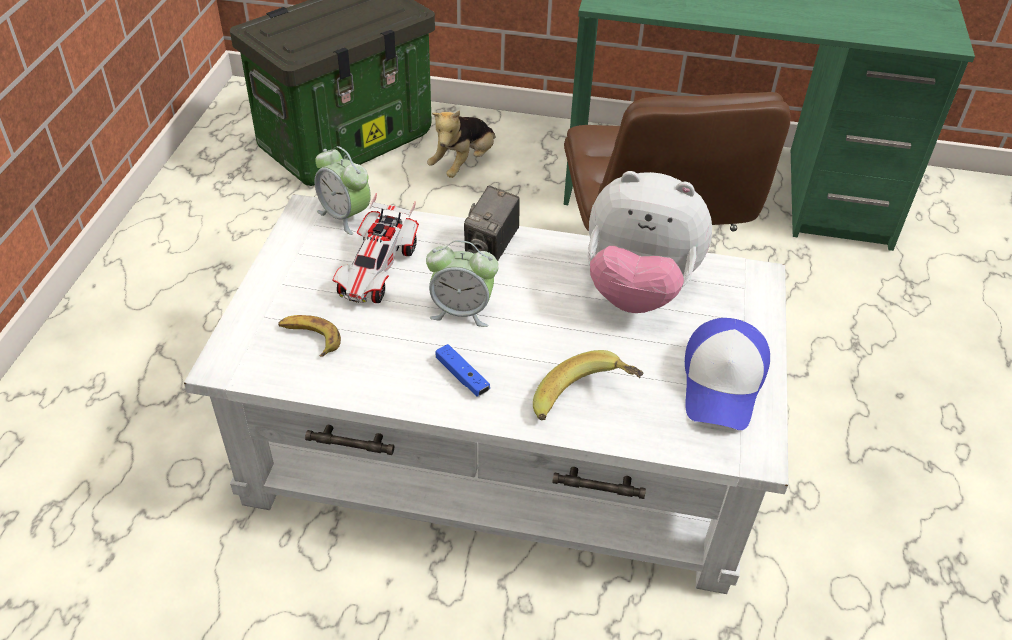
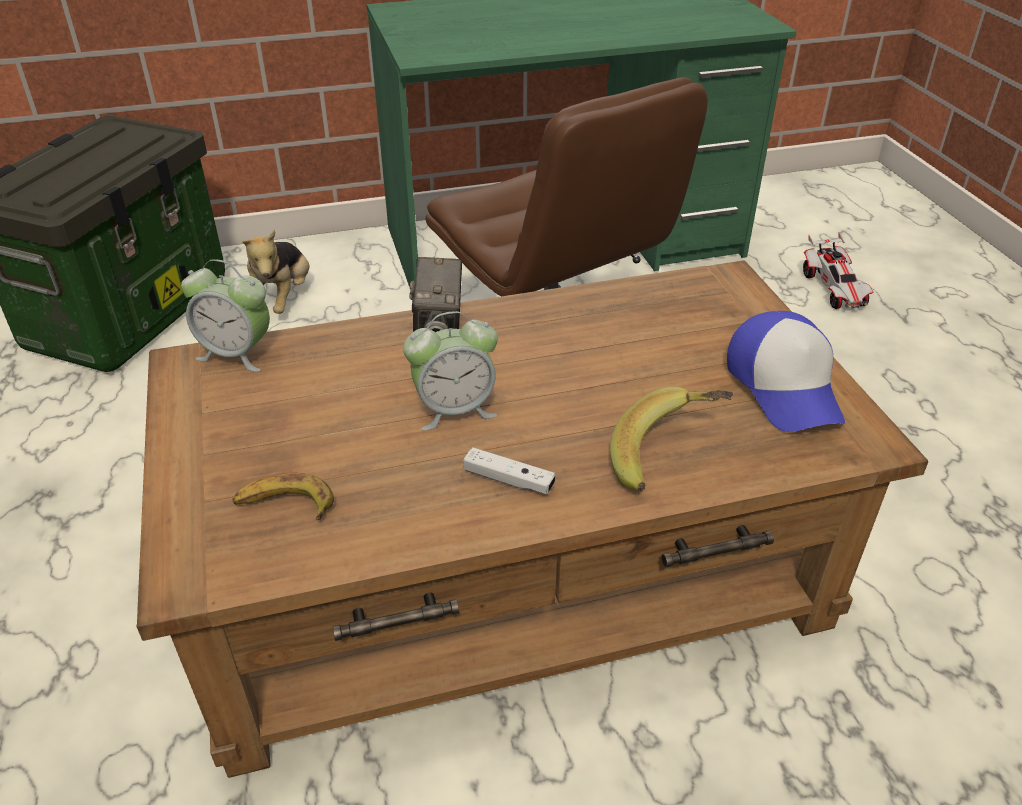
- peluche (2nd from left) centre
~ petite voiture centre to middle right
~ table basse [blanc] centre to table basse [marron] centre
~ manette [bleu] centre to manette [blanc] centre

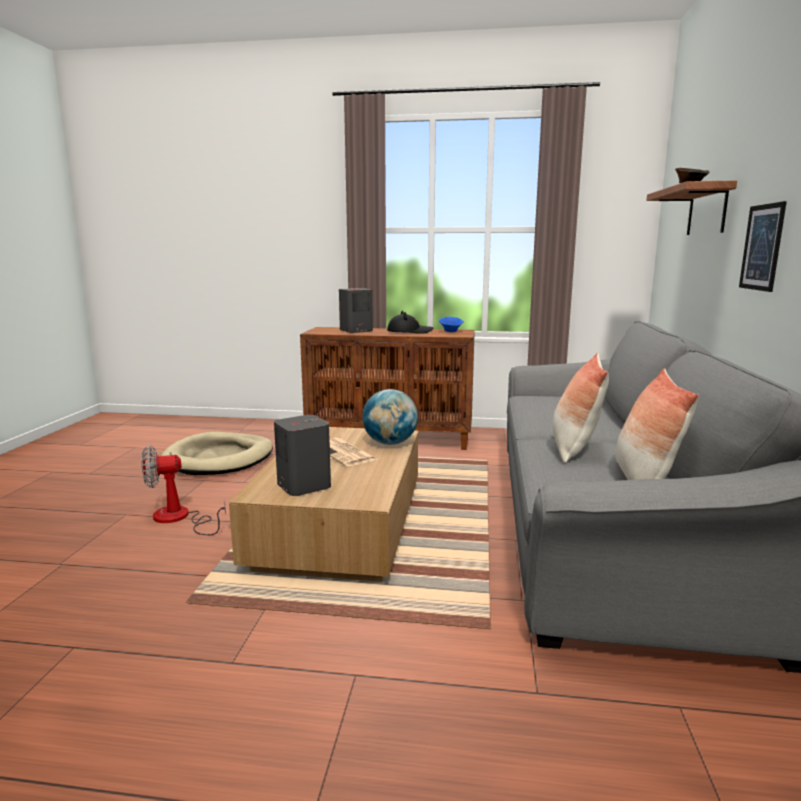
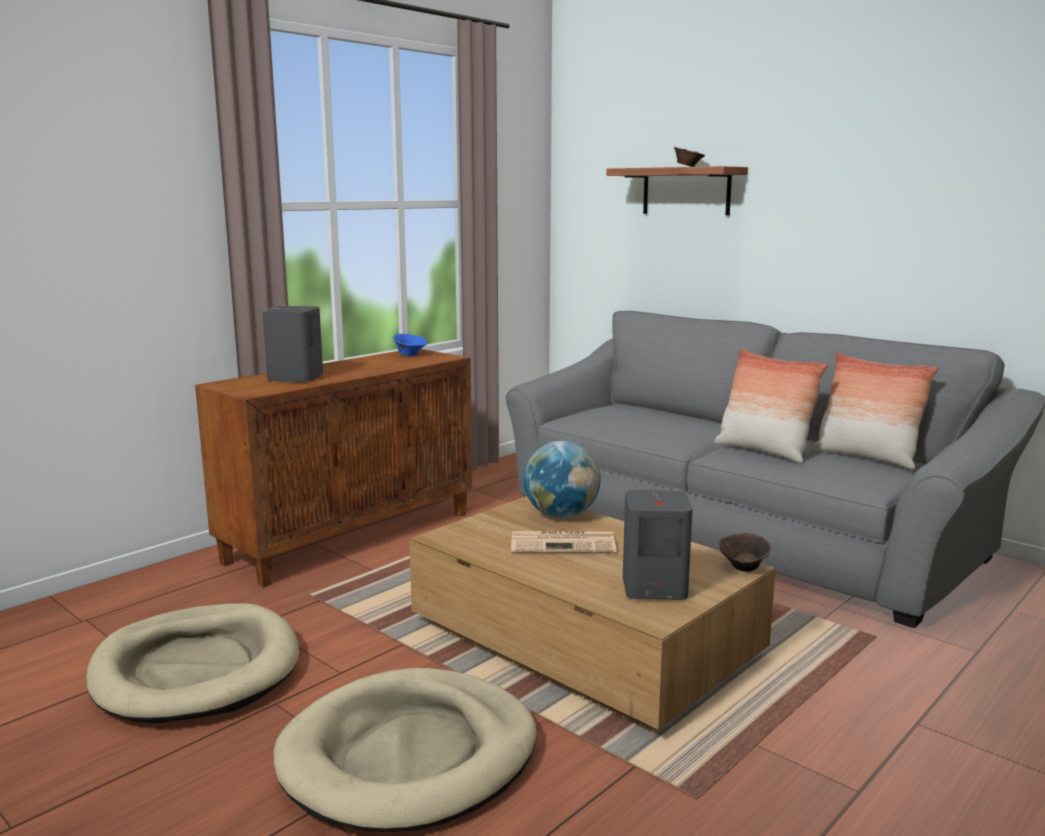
- tableau top right
- chapeau [noir] centre
~ ventilateur middle left to panier pour chien [beige] (2nd from left) bottom centre
+ bol [marron] (2nd from left) middle right

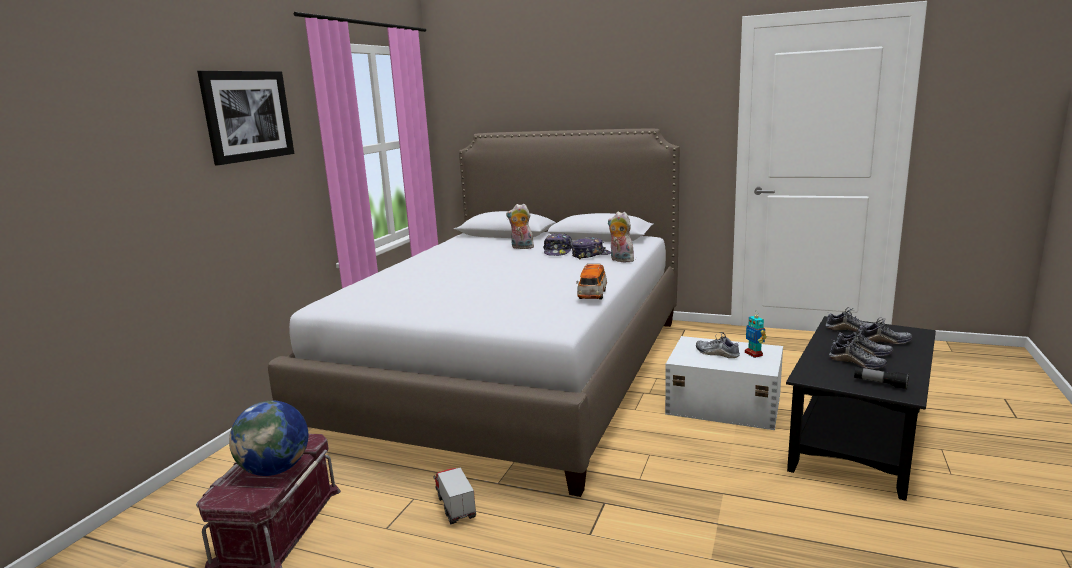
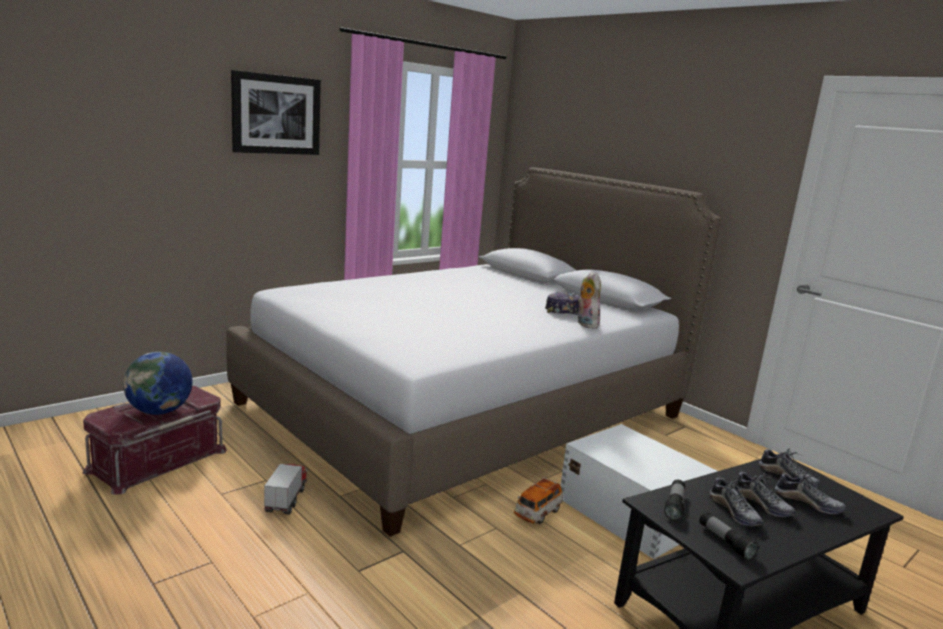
- peluche (1st from left) centre
- casquette (1st from left) centre
~ petite voiture centre to bottom centre
- robot jouet middle right
- chaussure (1st from left) middle right
+ lampe de poche (1st from left) bottom right

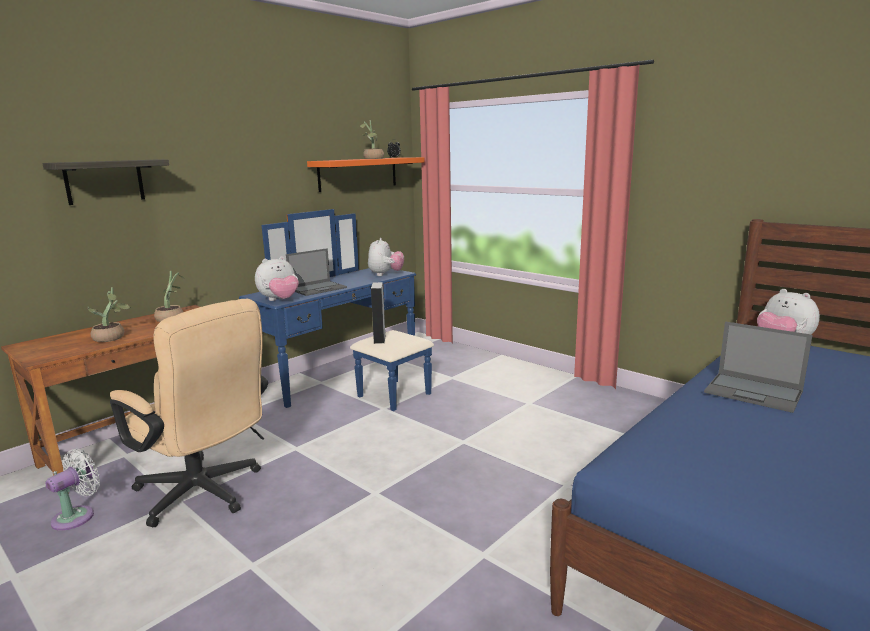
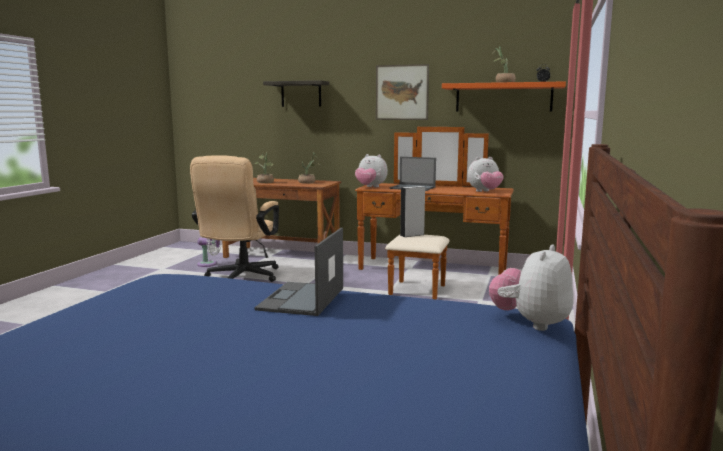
~ commode [bleu] centre to commode [marron] centre
+ tableau top centre

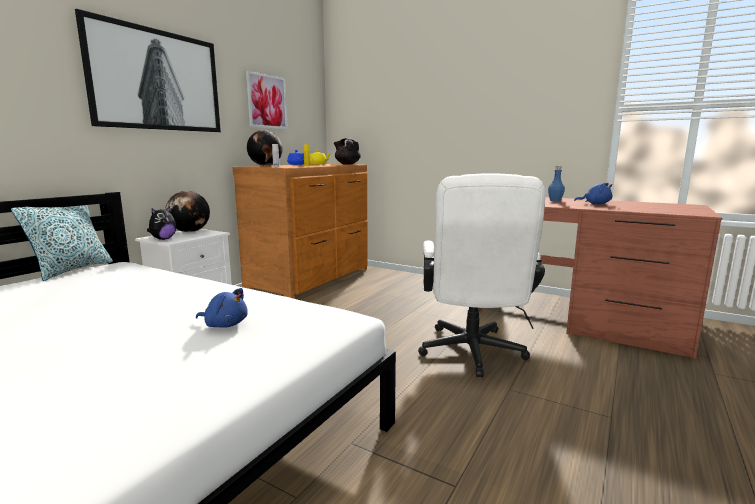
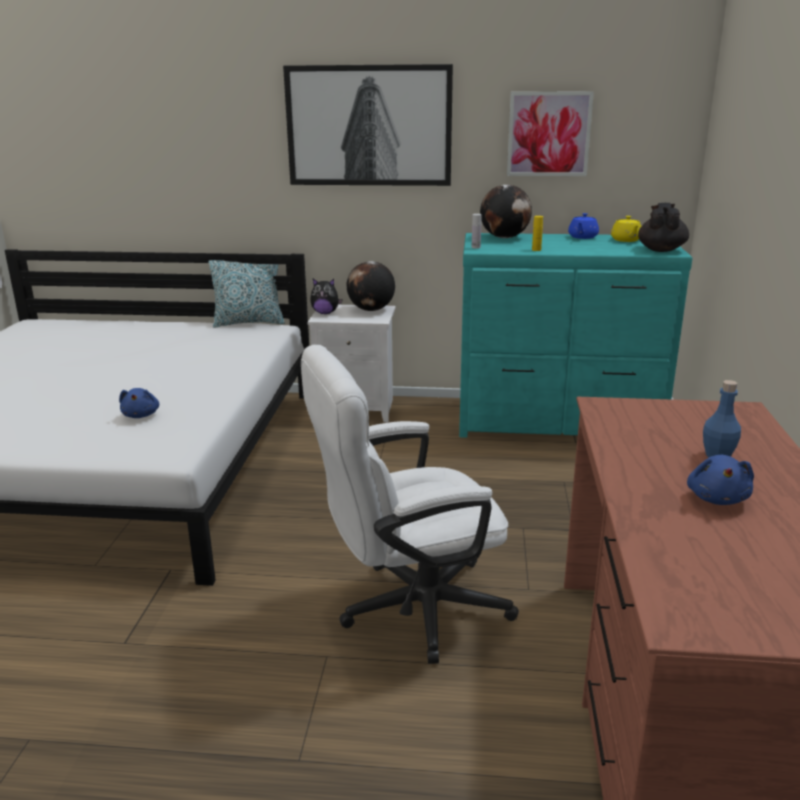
~ commode [marron] centre to commode [turquoise] middle right

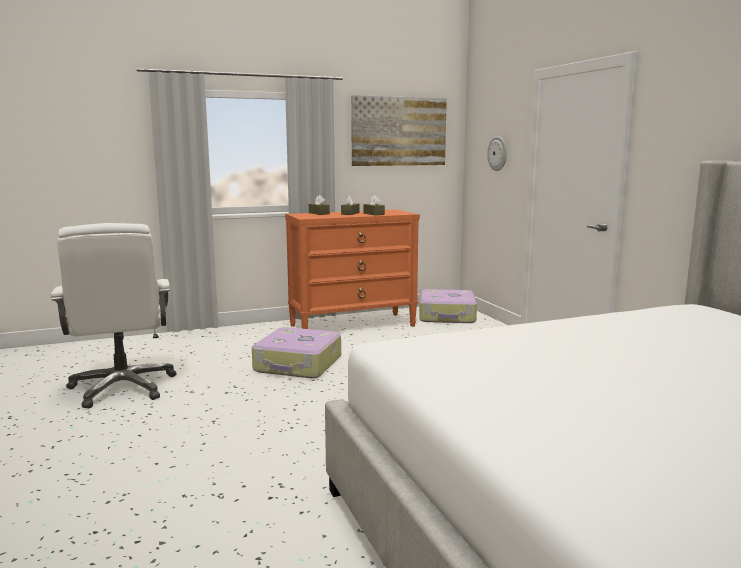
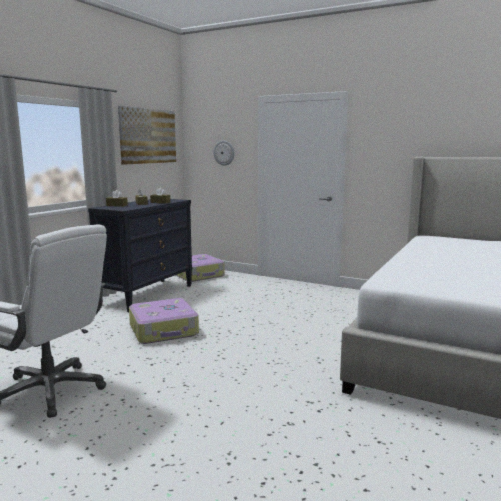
~ commode [orange] centre to commode [noir] middle left

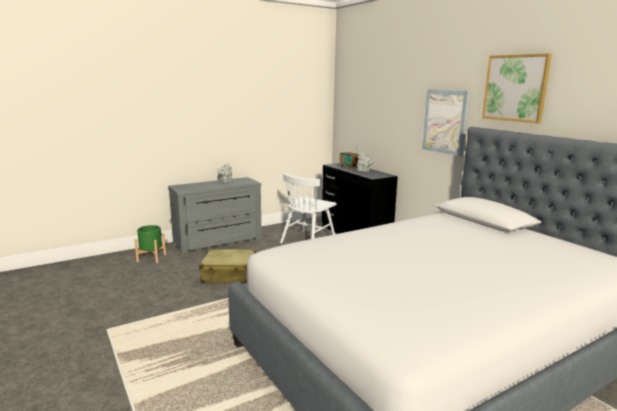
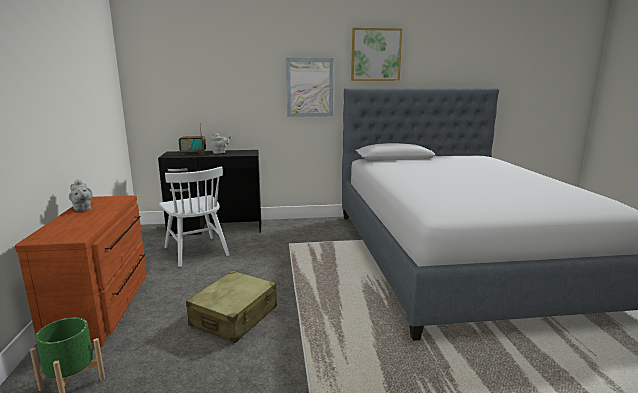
~ commode [gris] centre to commode [marron] bottom left

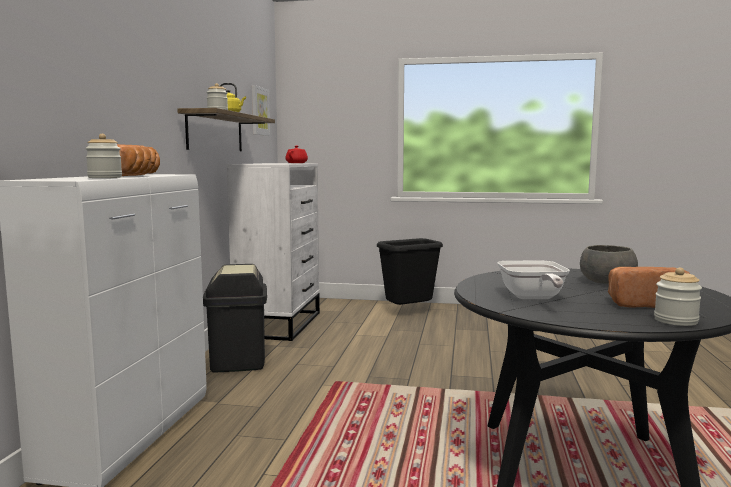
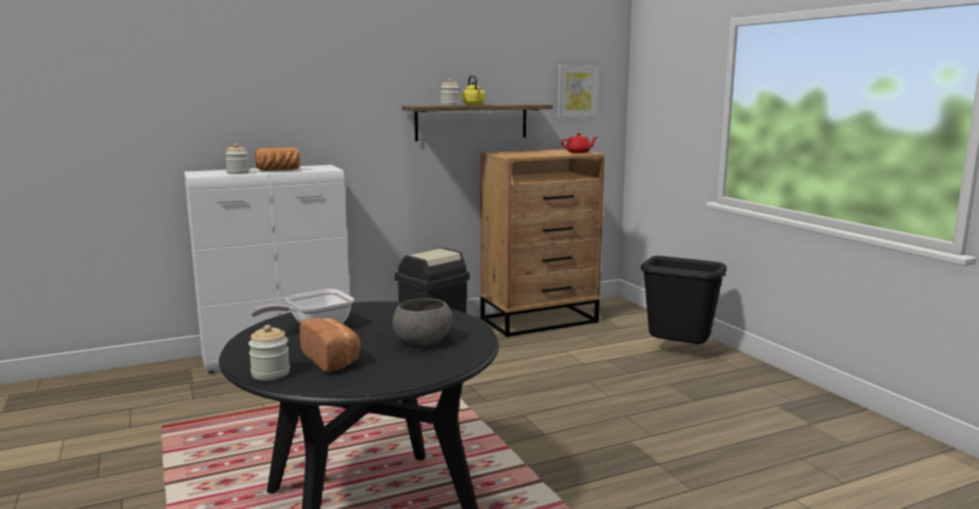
~ commode [blanc] centre to commode [marron] centre

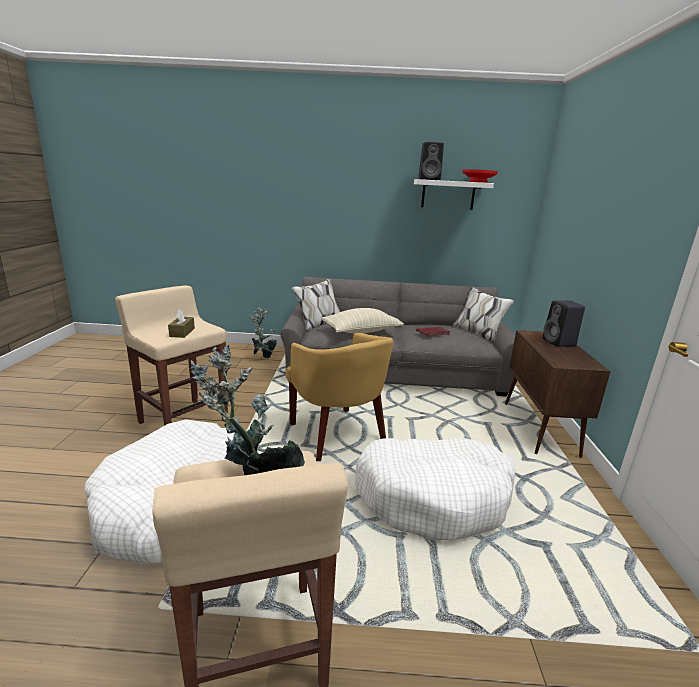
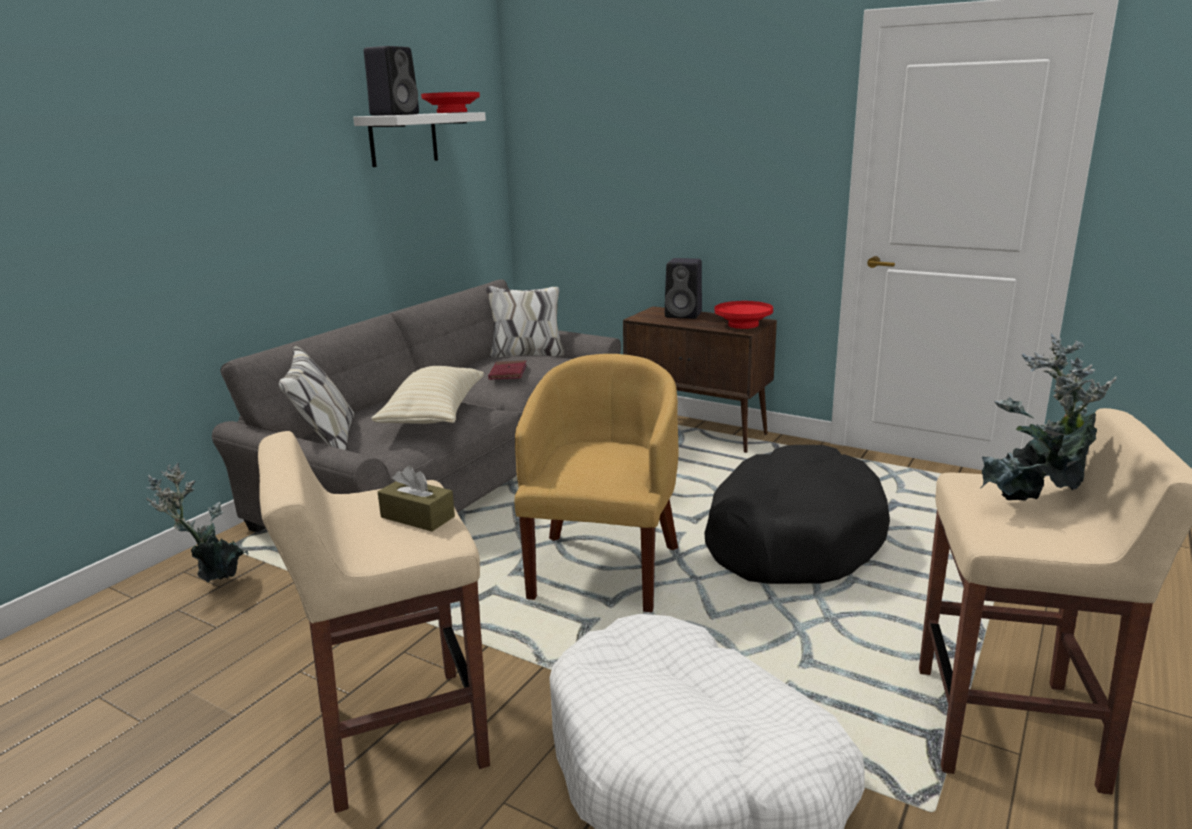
~ fauteuil [jaune] centre = centre 75 degrees counterclockwise
~ panier pour chien [blanc] (2nd from left) bottom centre to panier pour chien [noir] middle right
+ bol [rouge] (2nd from left) centre

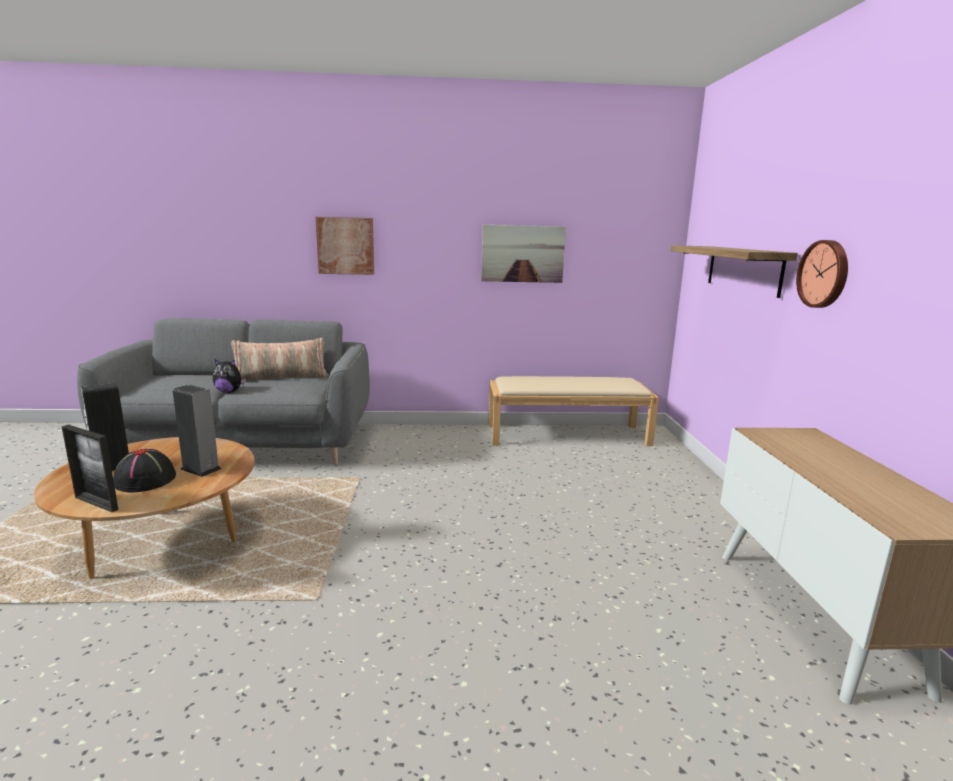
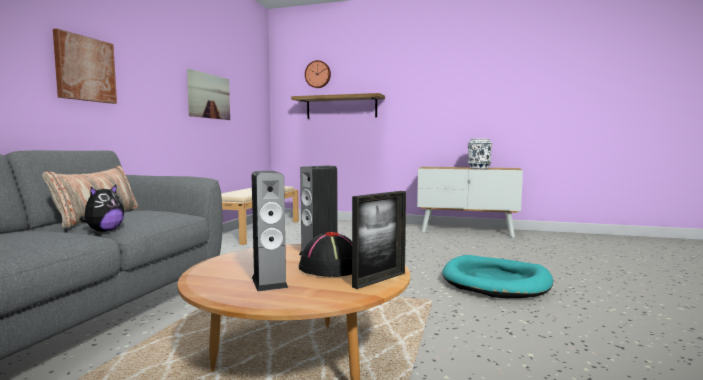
~ horloge murale middle right to top centre
+ vase [blanc] middle right
+ panier pour chien [turquoise] bottom right

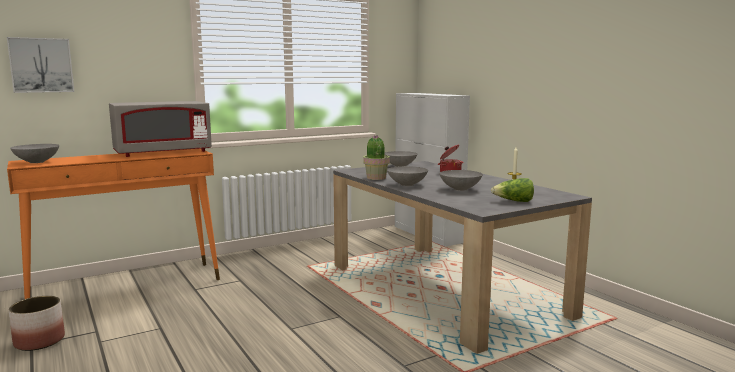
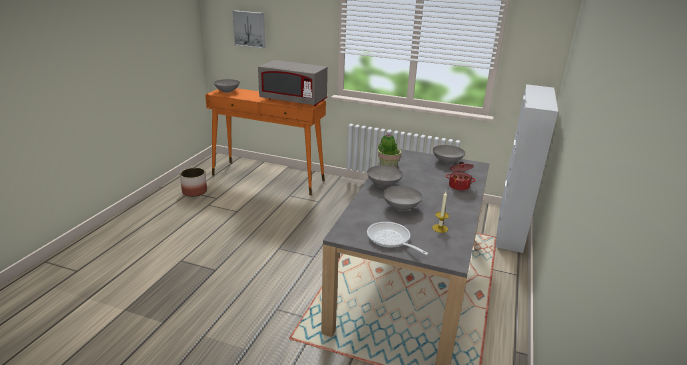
~ laitue middle right to poêle centre

